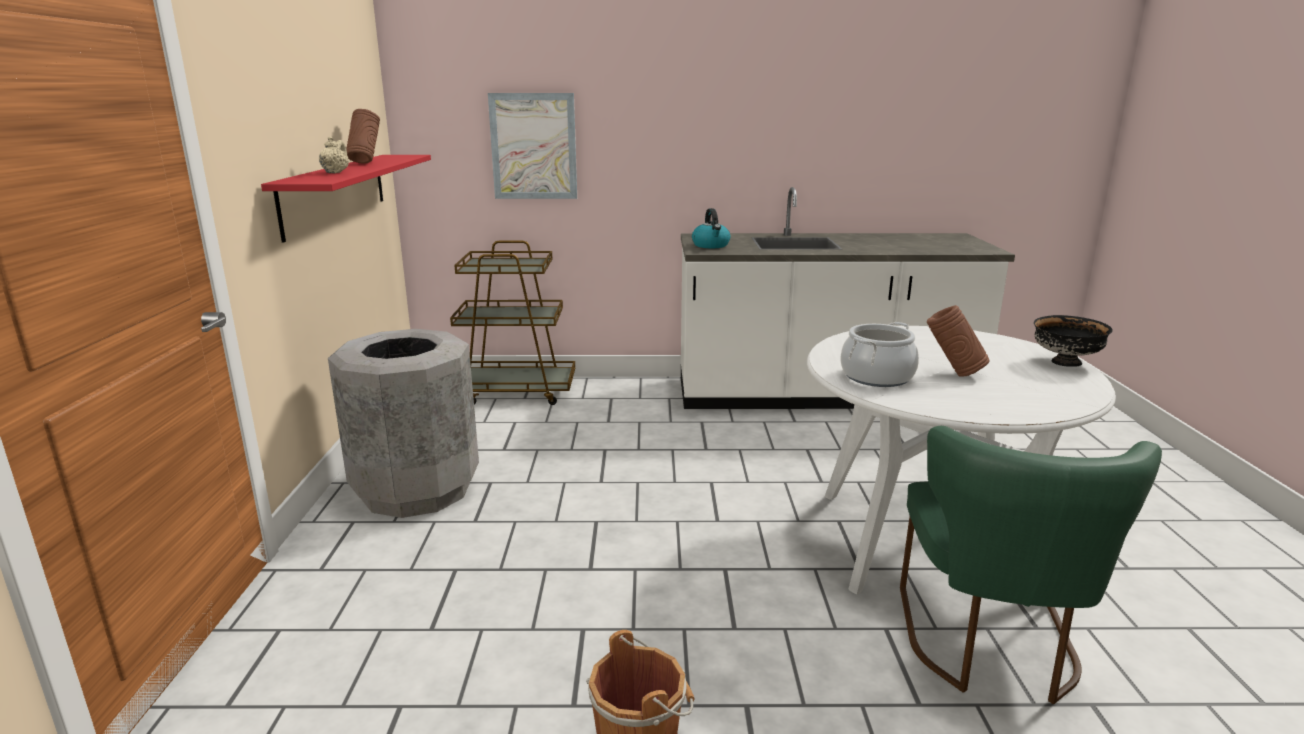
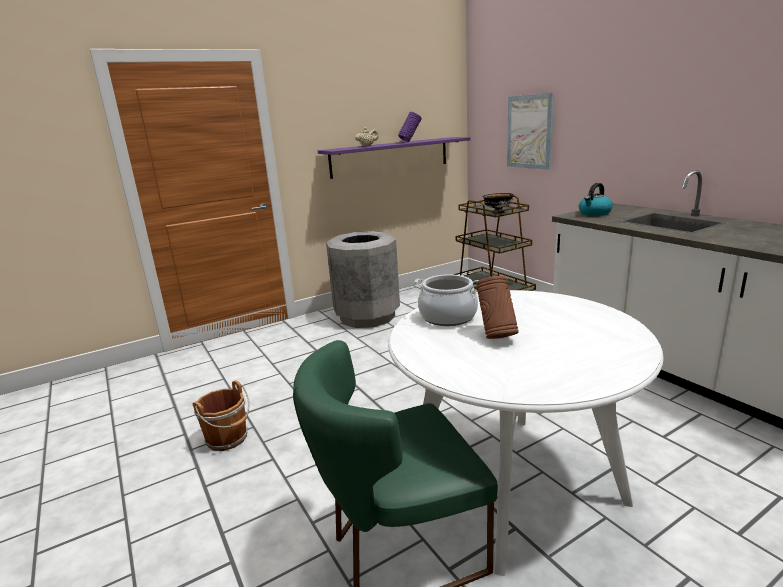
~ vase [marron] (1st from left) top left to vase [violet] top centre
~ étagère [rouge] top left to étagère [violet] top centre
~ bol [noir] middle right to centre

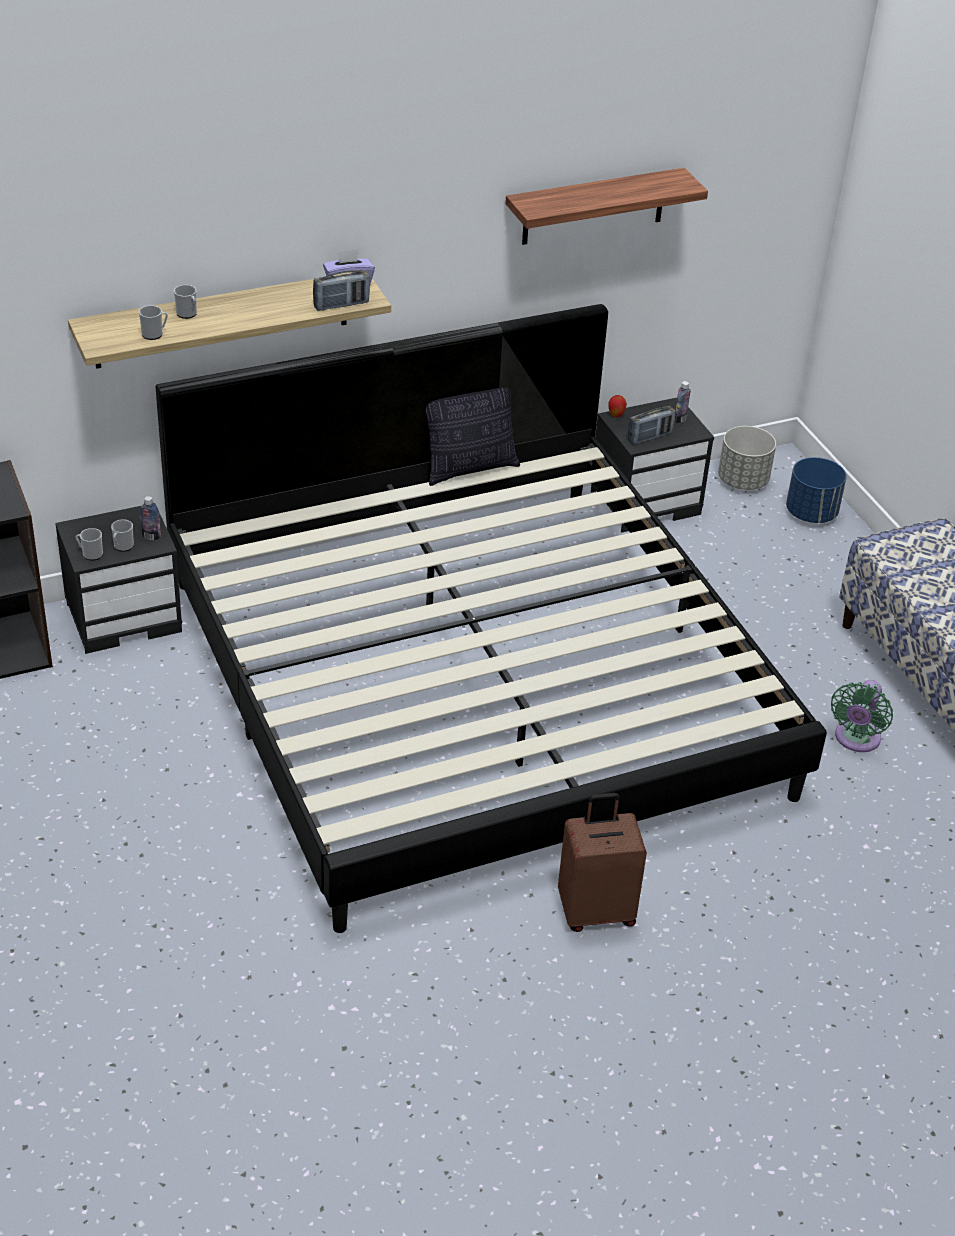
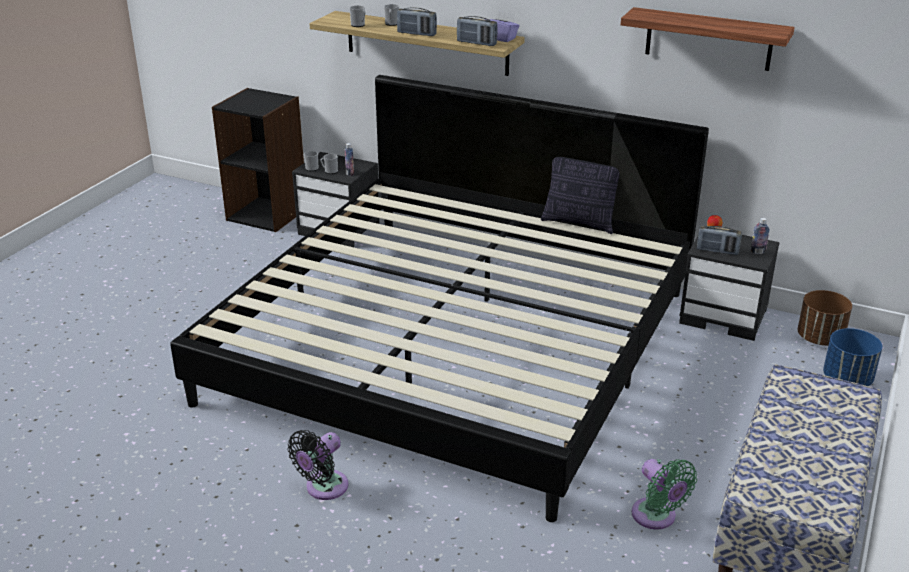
~ cache-pot [gris] middle right to cache-pot [marron] middle right
~ ventilateur [vert] middle right = bottom right 105 degrees counterclockwise
~ valise [marron] bottom centre to ventilateur [noir] bottom centre
+ radio (1st from left) top centre

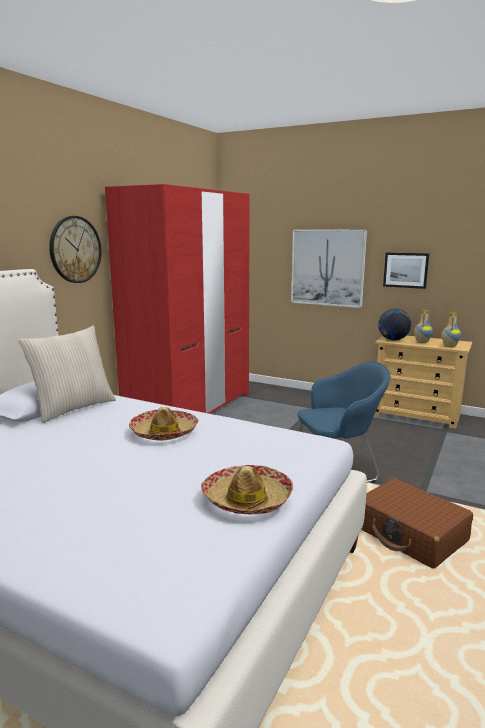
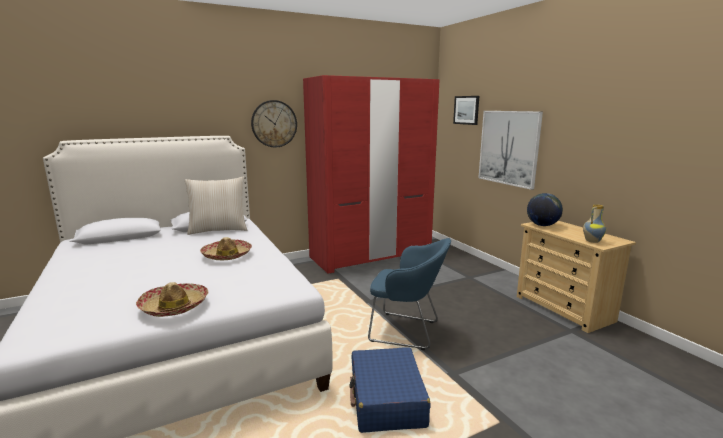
~ tableau (2nd from left in the first image) middle right to tableau (1st from left) top centre
- vase (1st from left) middle right
~ valise [marron] bottom right to valise [bleu] bottom centre

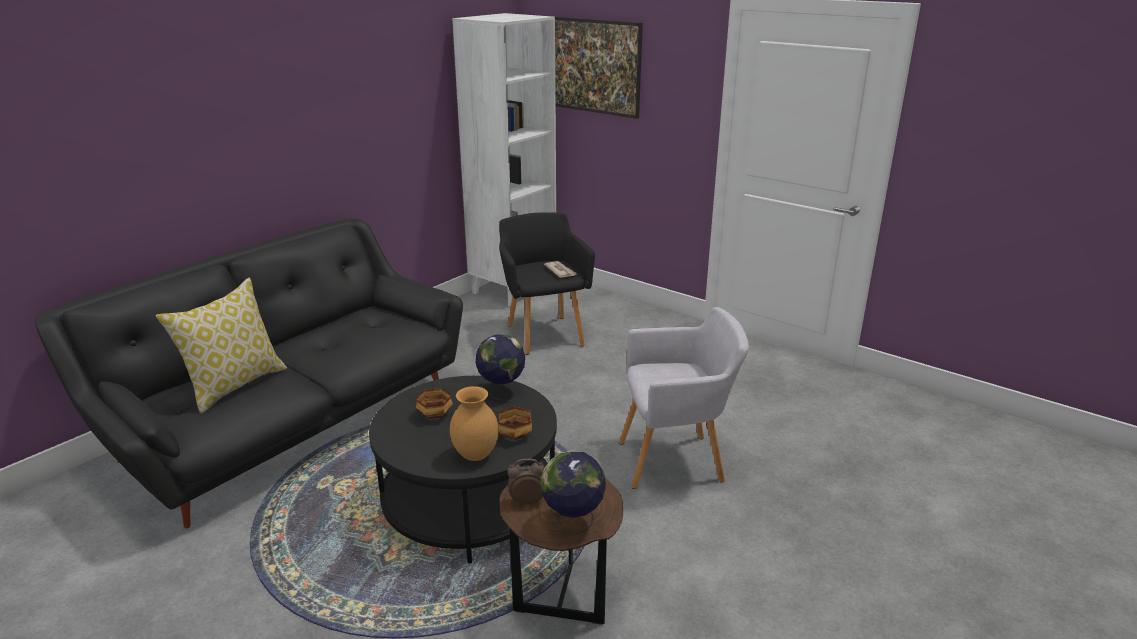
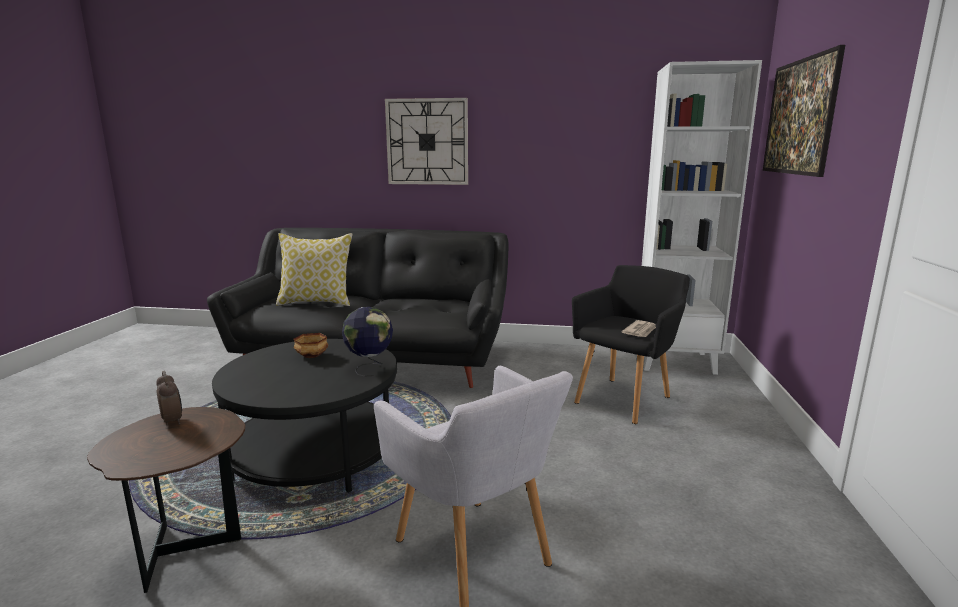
- vase [marron] centre
- bol (2nd from left) centre
- globe (2nd from left) bottom centre
+ horloge murale top centre

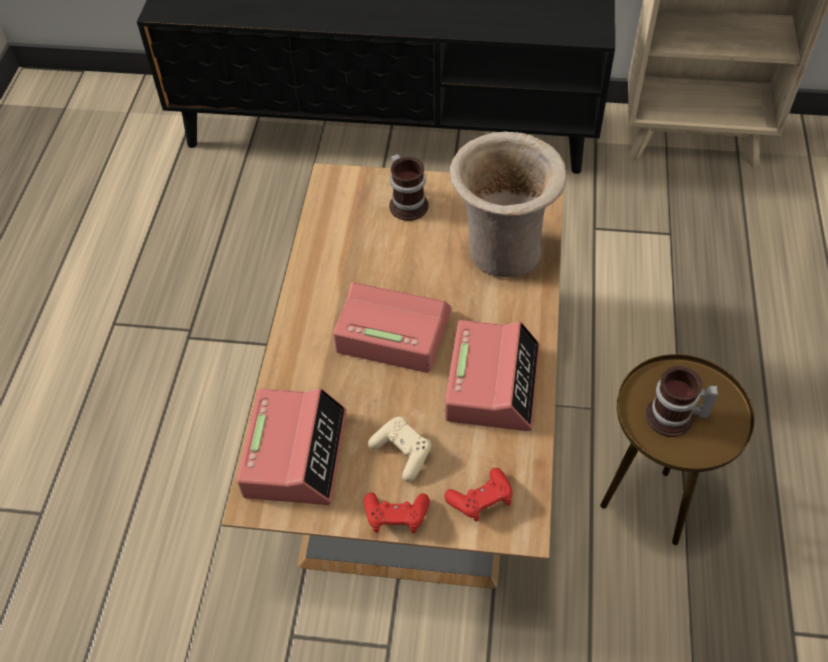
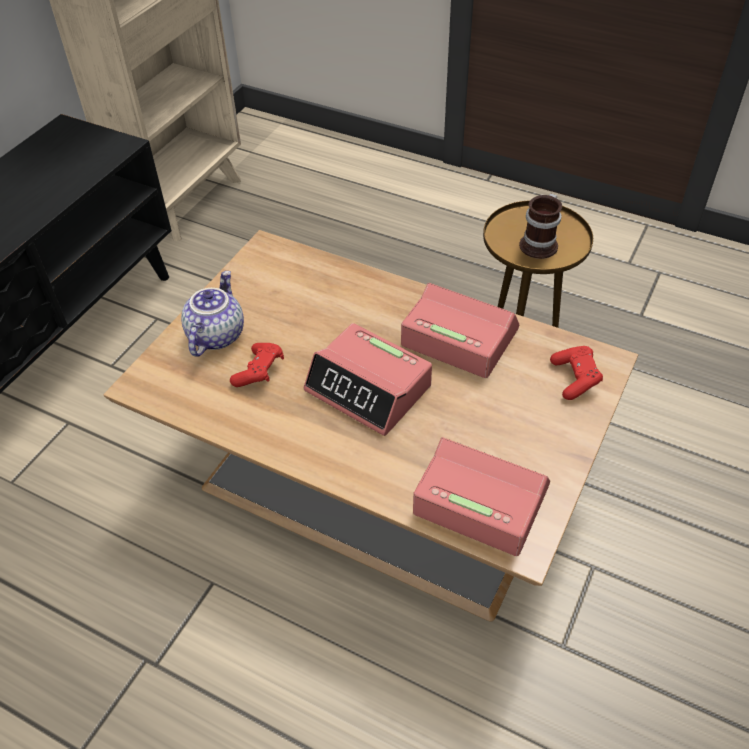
- vase [beige] top centre
~ mug (1st from left) top centre to théière middle left
~ réveil (2nd from left in the first image) centre = centre 90 degrees counterclockwise
- manette [beige] bottom centre
~ manette [rouge] (1st from left) bottom centre to centre

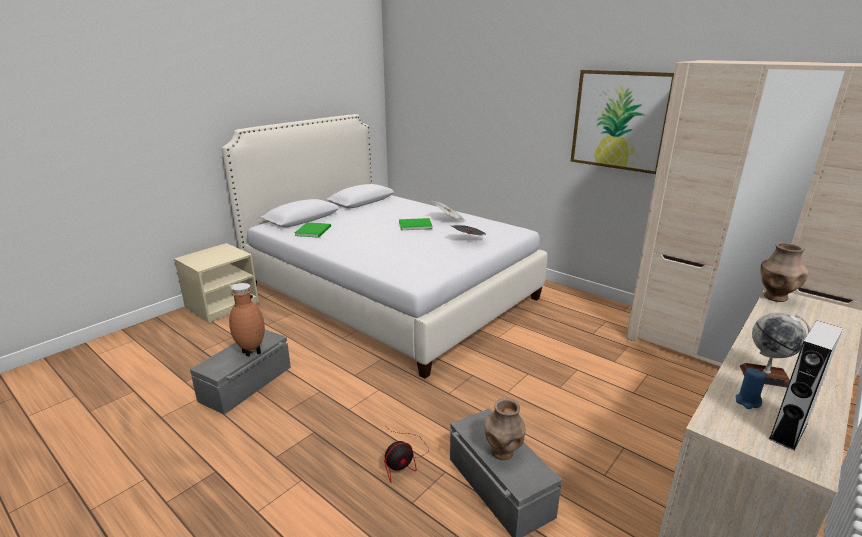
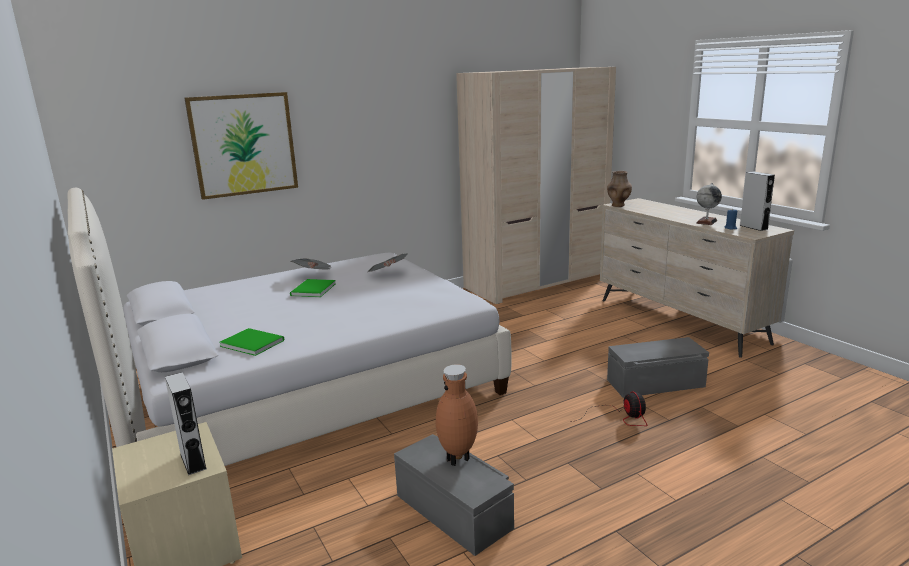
~ tableau top right to top left
- vase [marron] (2nd from left) bottom centre
+ enceinte [gris] (1st from left) bottom left

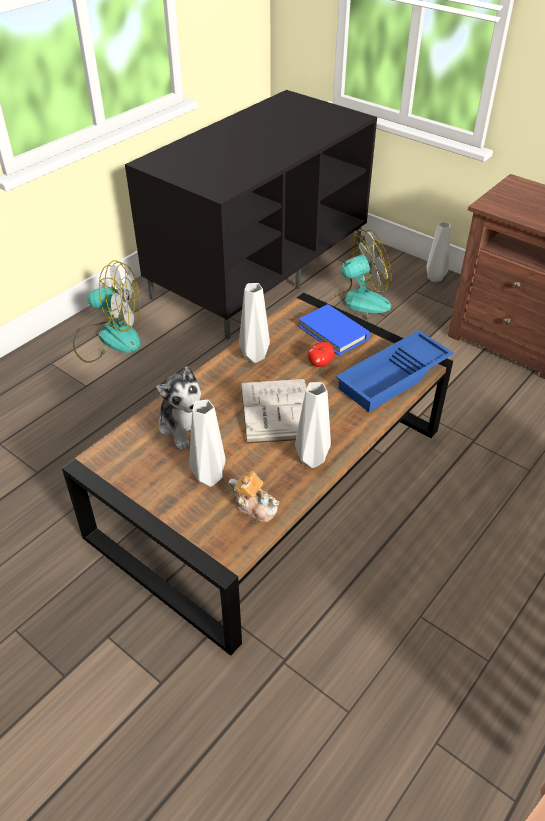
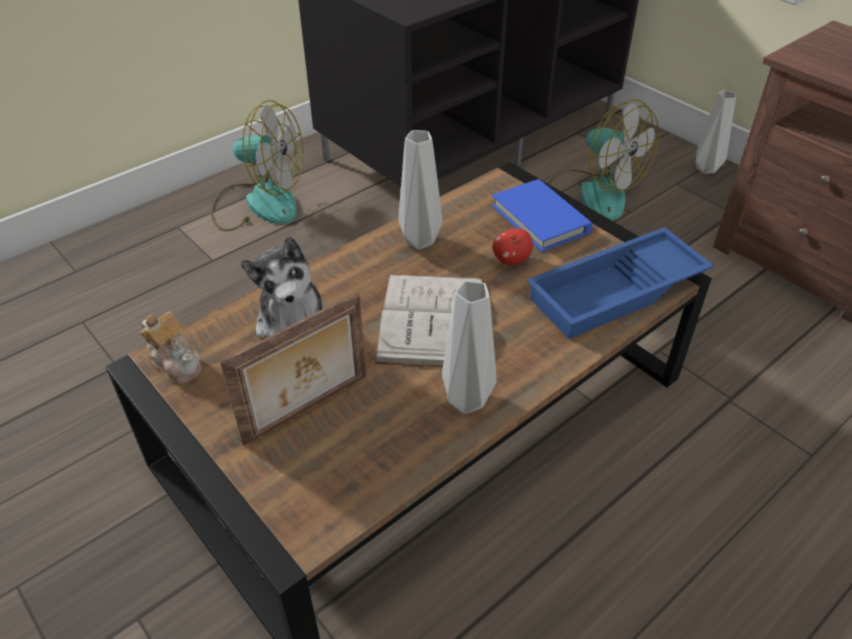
~ ventilateur (2nd from left) centre = top right 60 degrees clockwise
~ vase [gris] (1st from left) centre to cadre photo centre
~ théière centre to middle left

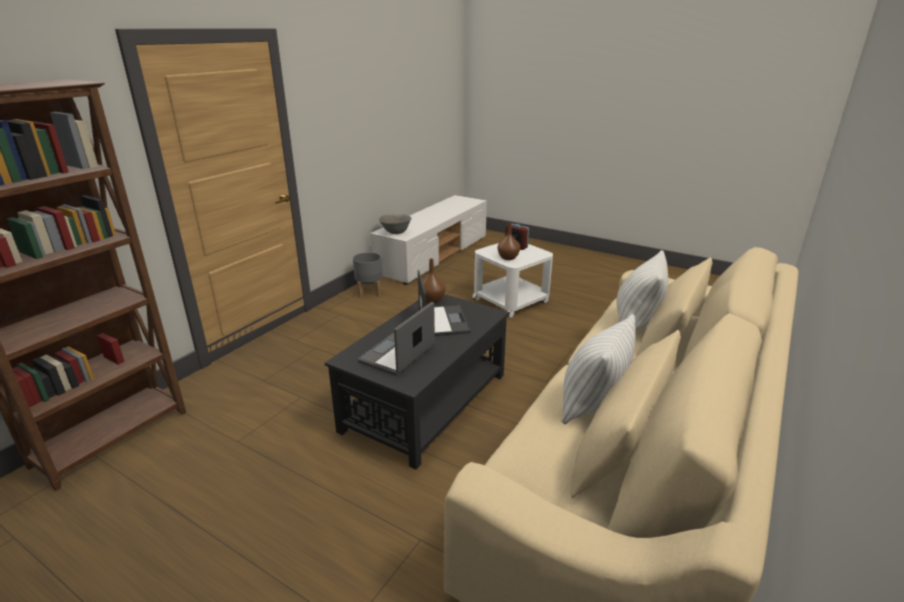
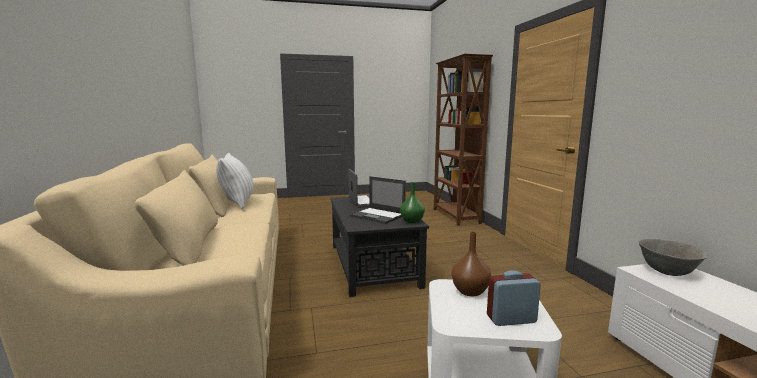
- coussin [blanc] (2nd from left) middle right
- cache-pot [gris] centre
~ vase [marron] (1st from left) centre to vase [vert] centre

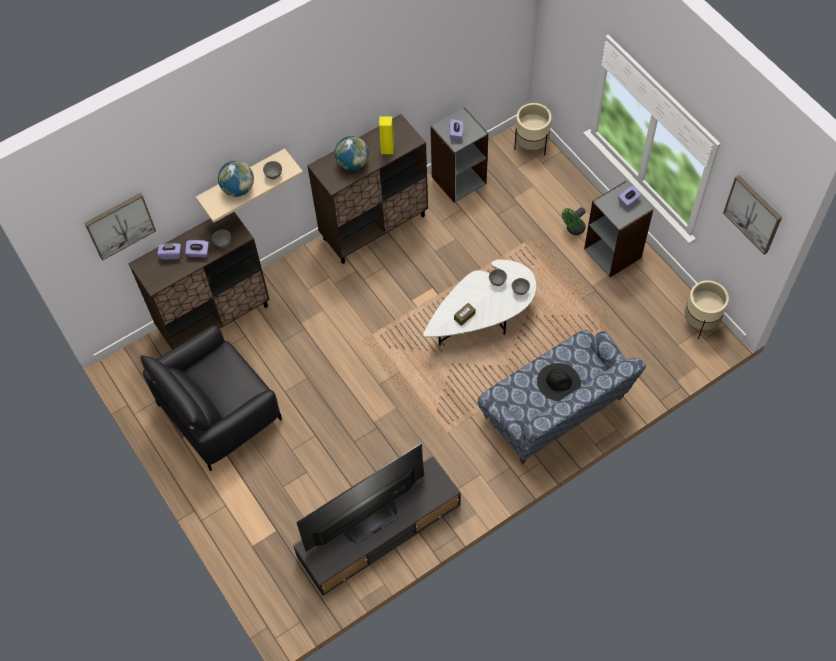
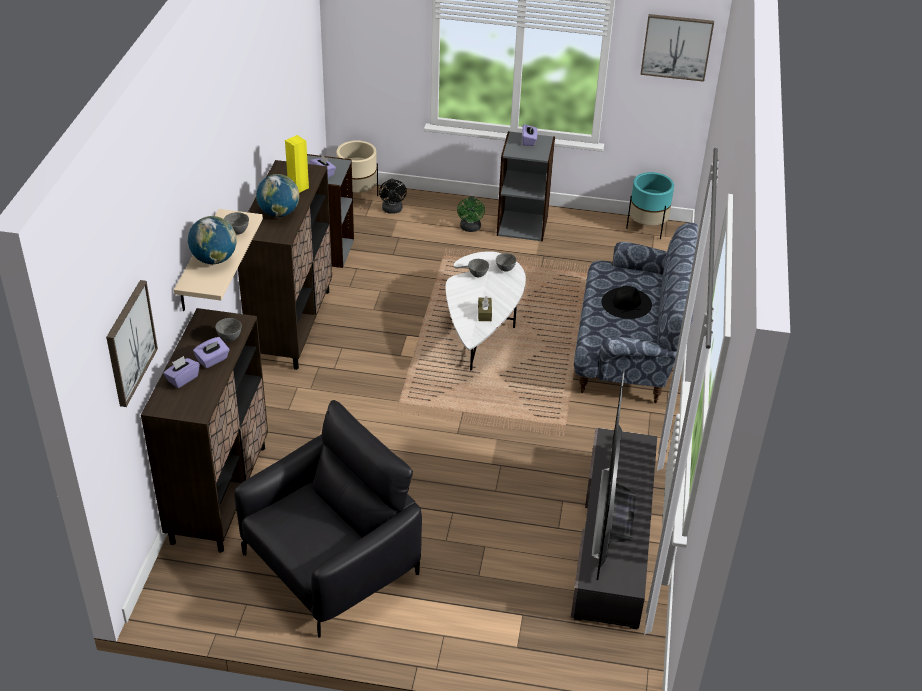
~ cache-pot [beige] (2nd from left) middle right to cache-pot [turquoise] top right
~ fauteuil [noir] middle left = bottom centre 135 degrees counterclockwise
+ ventilateur [noir] top centre

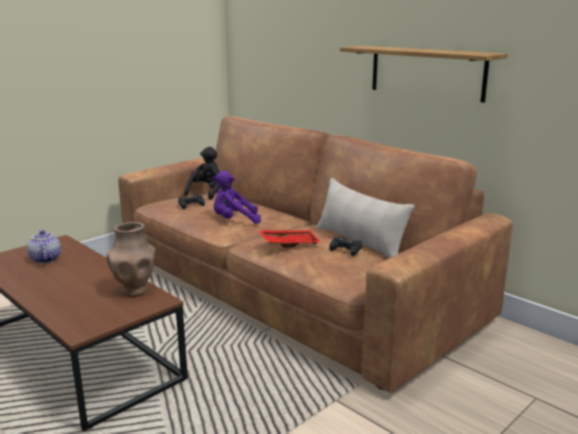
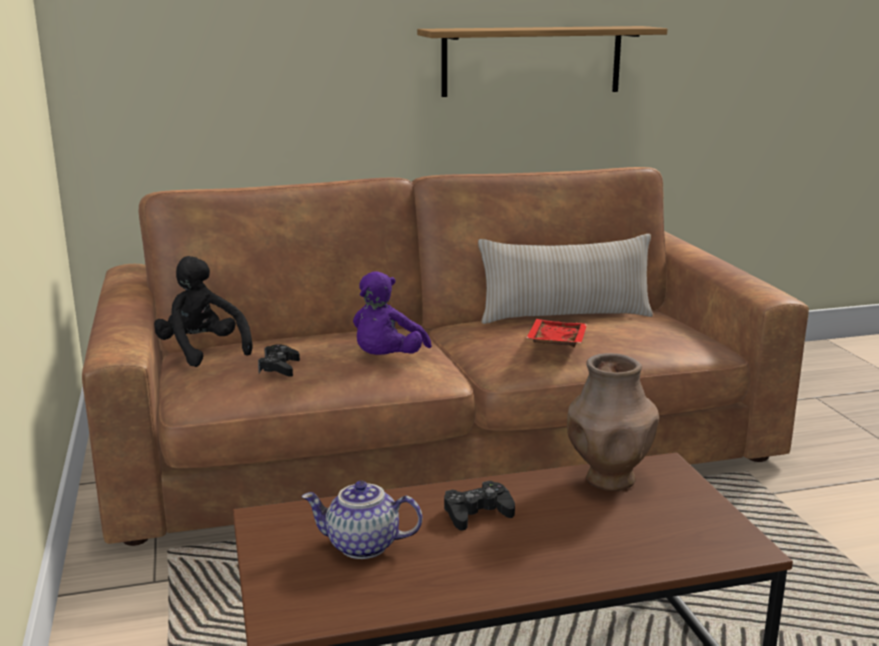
~ manette [noir] (2nd from left) centre to bottom centre

